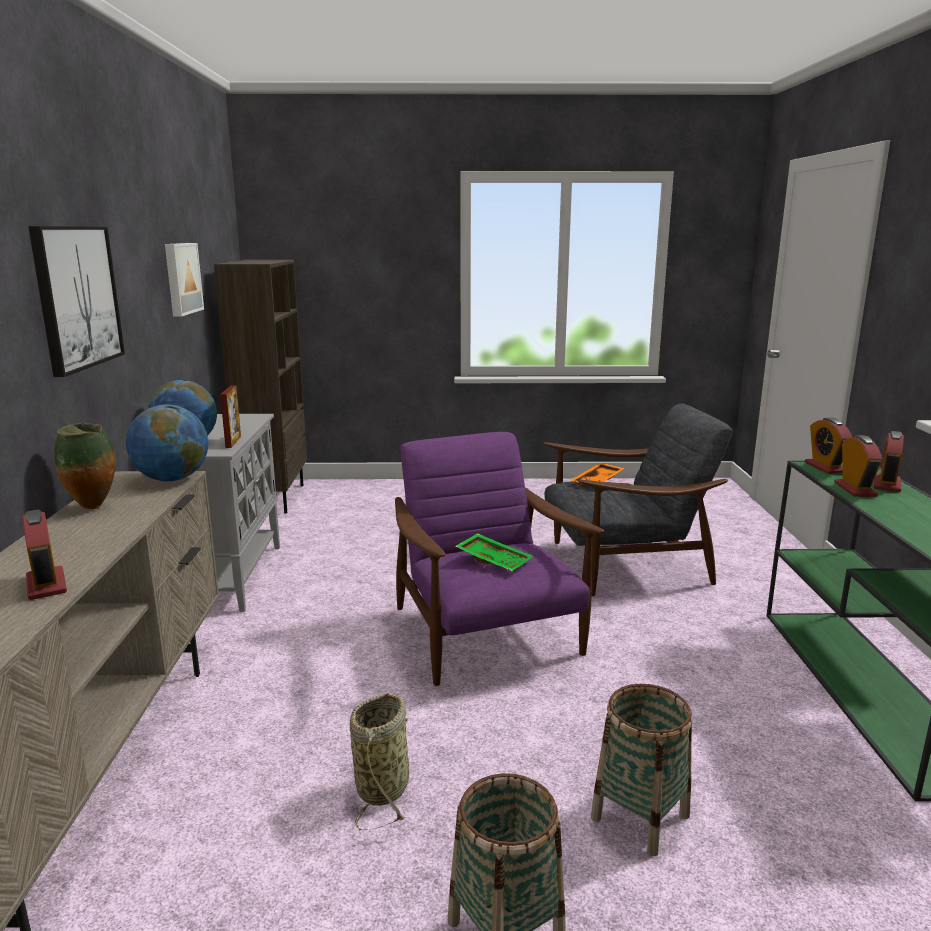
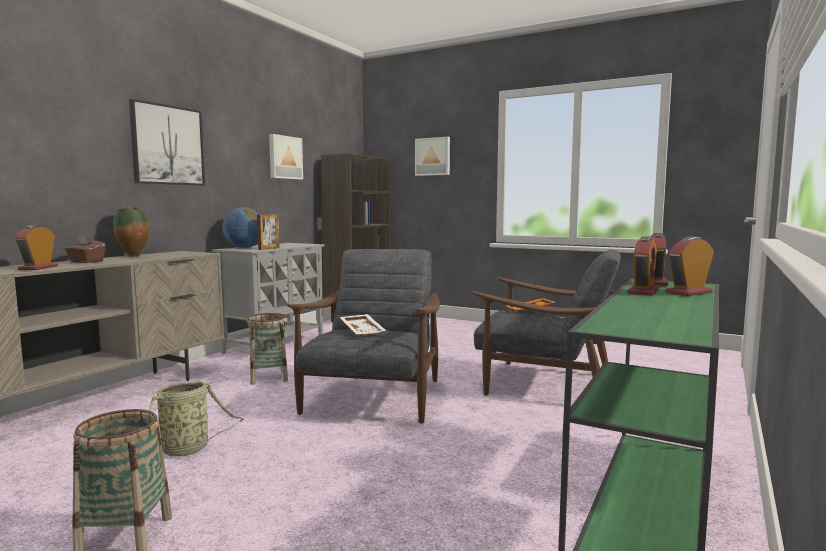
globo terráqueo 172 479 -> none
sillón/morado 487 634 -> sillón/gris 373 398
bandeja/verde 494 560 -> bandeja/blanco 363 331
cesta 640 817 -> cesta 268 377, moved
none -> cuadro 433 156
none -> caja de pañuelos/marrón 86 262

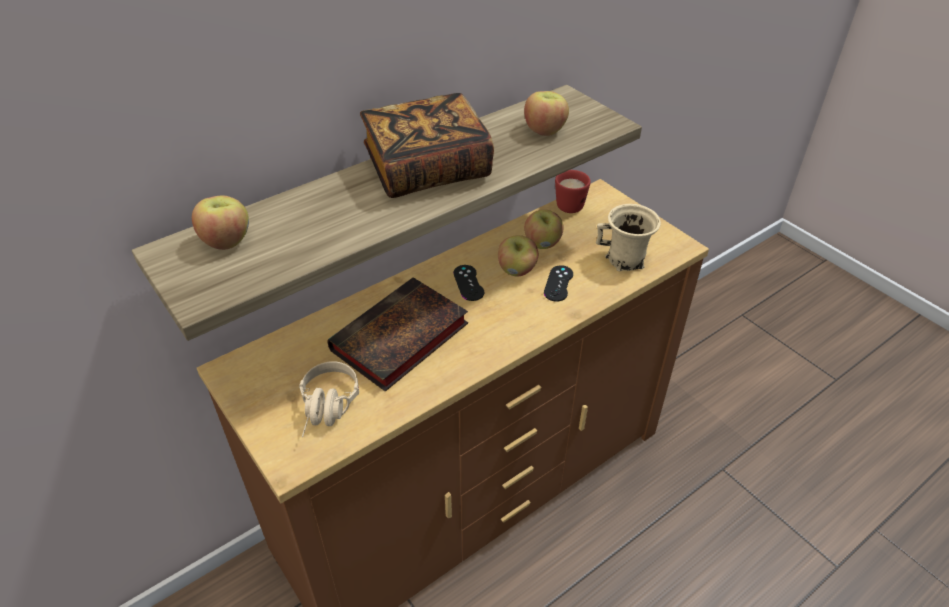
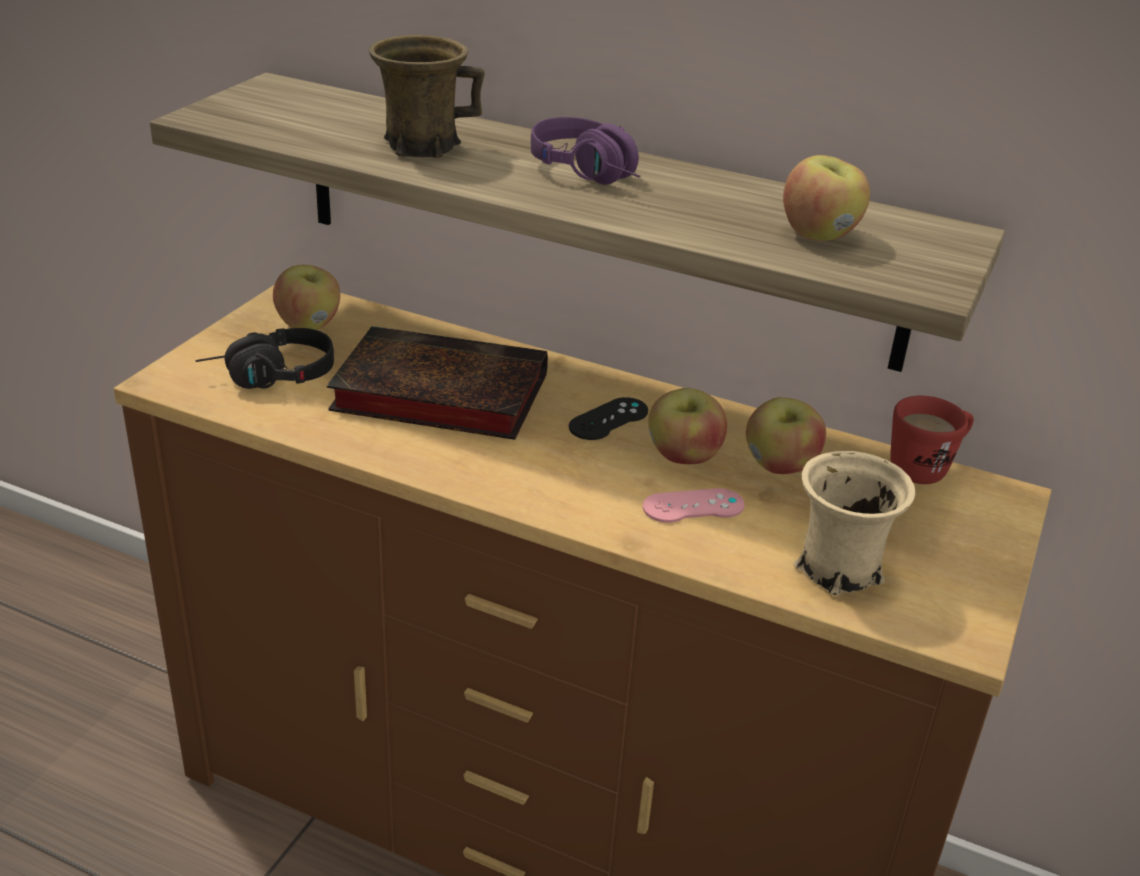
libro 427 169 -> auriculares/morado 594 174
manzana 227 241 -> manzana 309 325, moved
mando de consola/negro 558 283 -> mando de consola/rosa 693 506
auriculares/beis 328 410 -> auriculares/negro 268 379
none -> taza grande/marrón 421 145

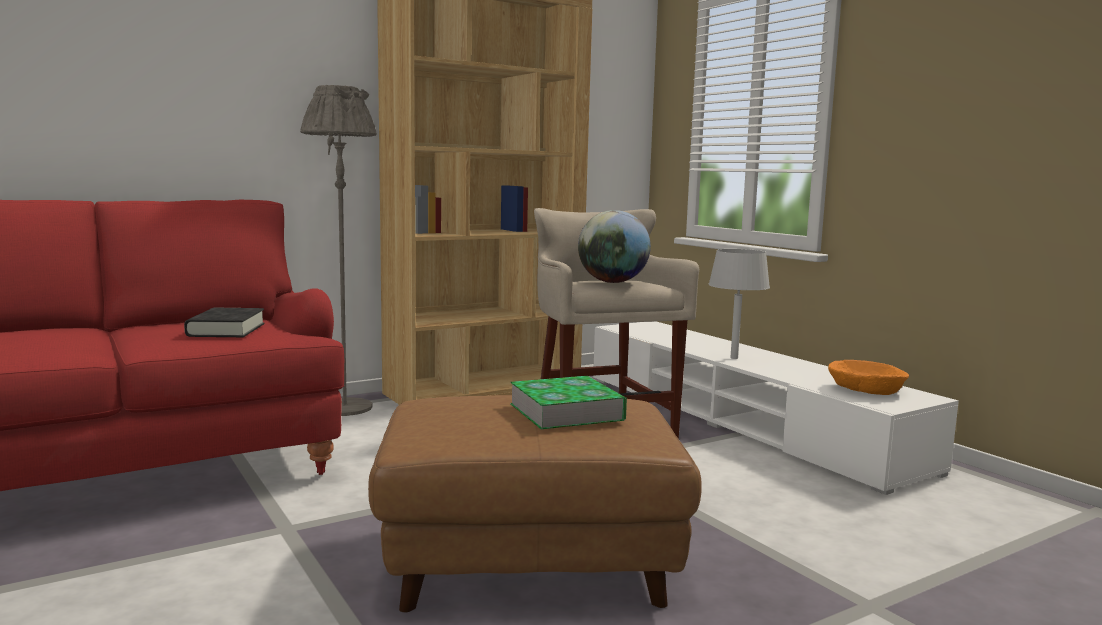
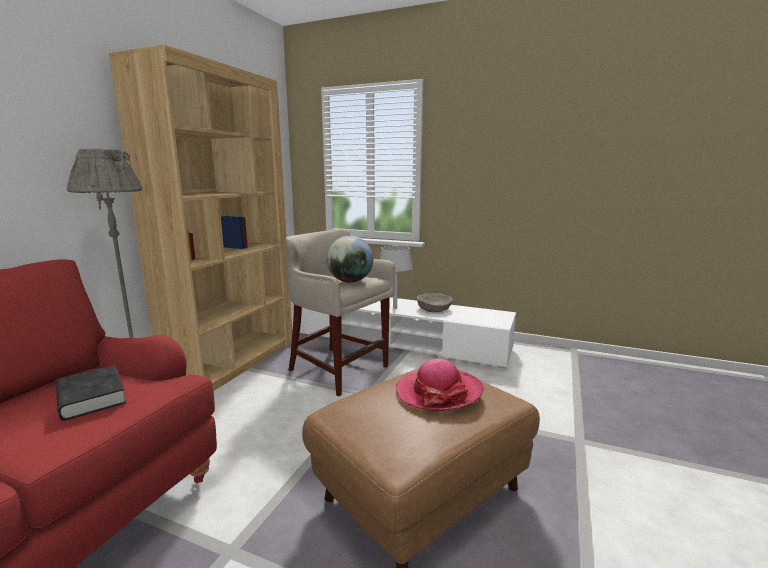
cuenco/naranja 865 390 -> none
libro 566 412 -> sombrero 439 392
none -> cuenco/beis 434 308

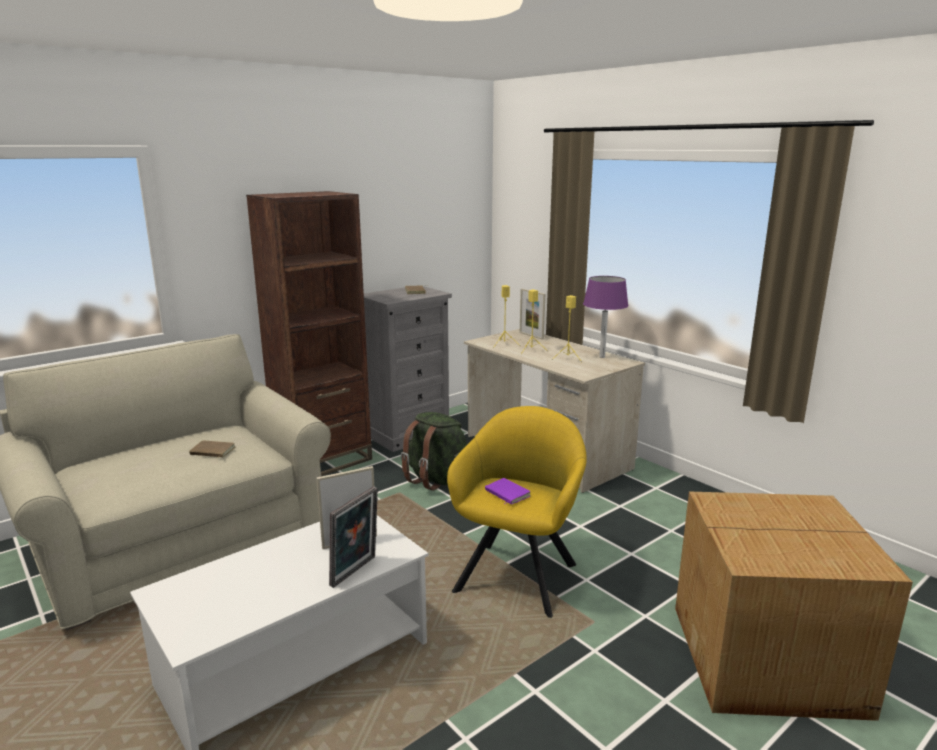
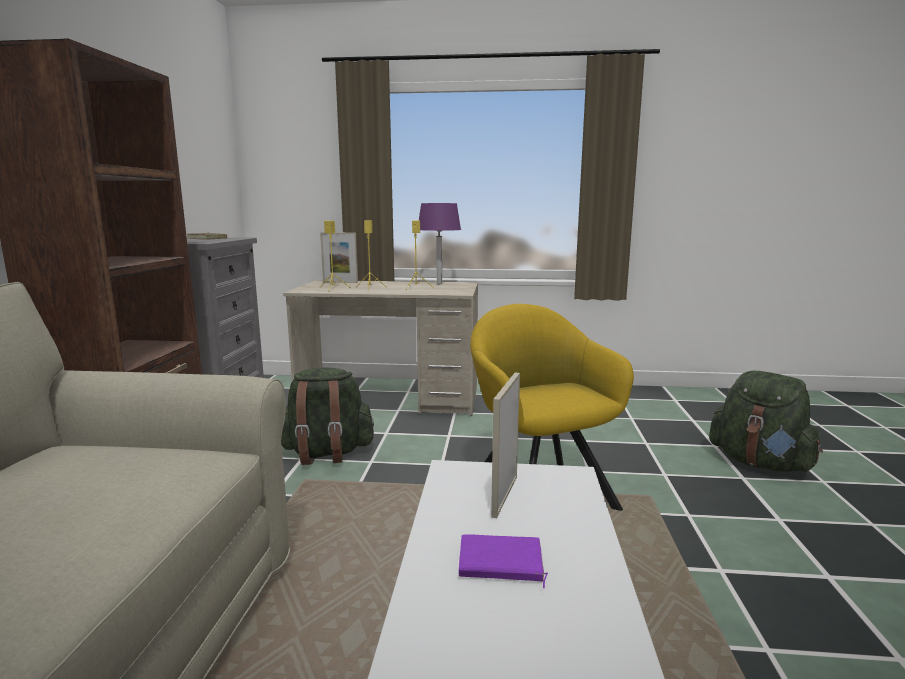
libro/marrón 212 452 -> none
libro/morado 506 494 -> libro/morado 500 564, moved
portarretratos 356 572 -> none
caja de cartón 769 660 -> mochila/verde 760 463

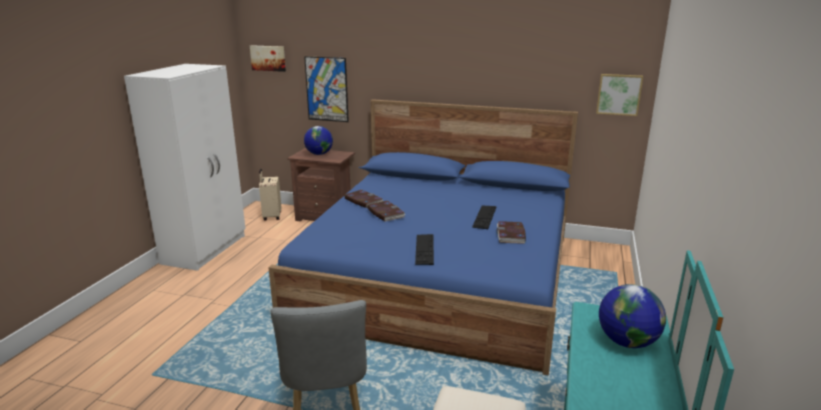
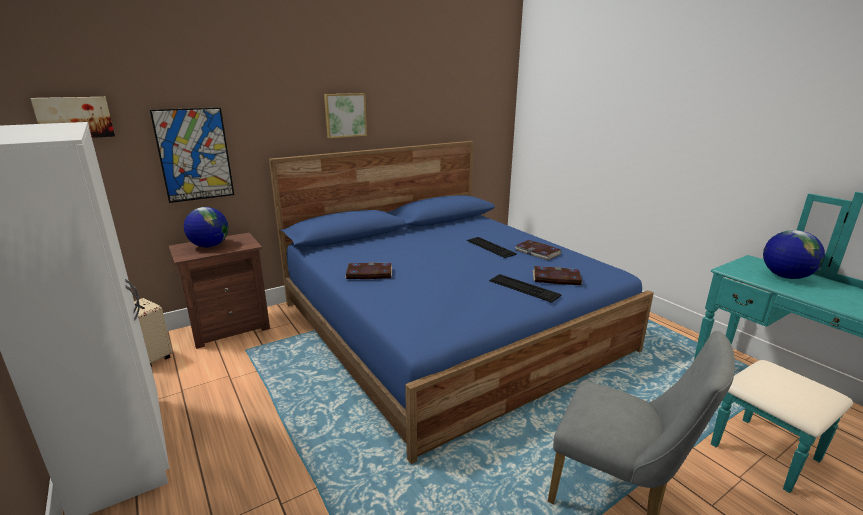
cuadro 619 94 -> cuadro 345 115, moved
libro 385 213 -> libro 556 278, moved

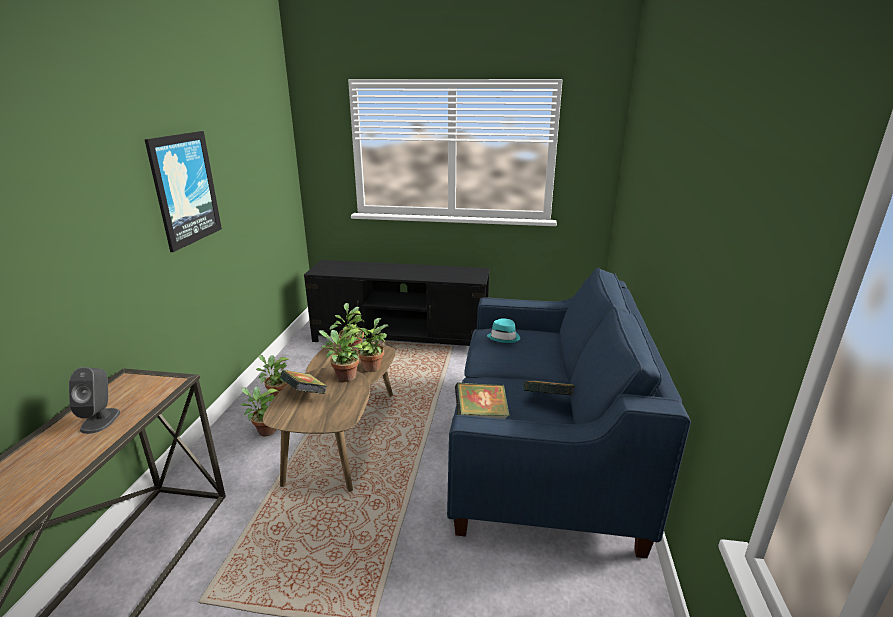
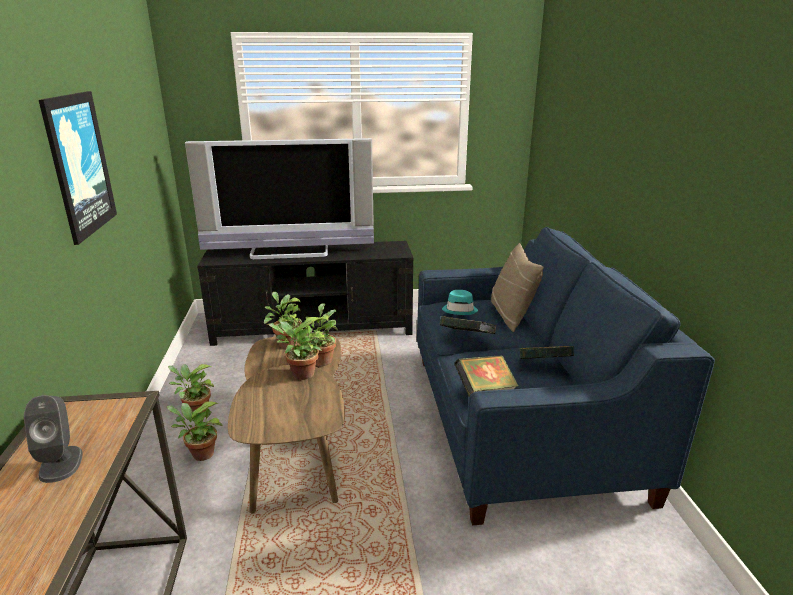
libro 305 394 -> libro 467 339, moved
none -> televisor 290 252
none -> cojín/beis 511 315

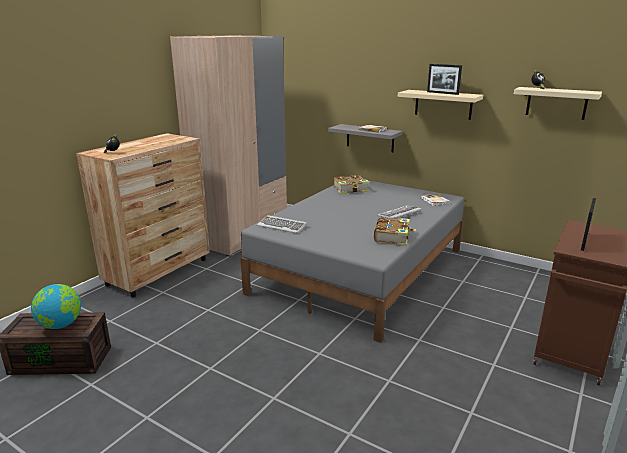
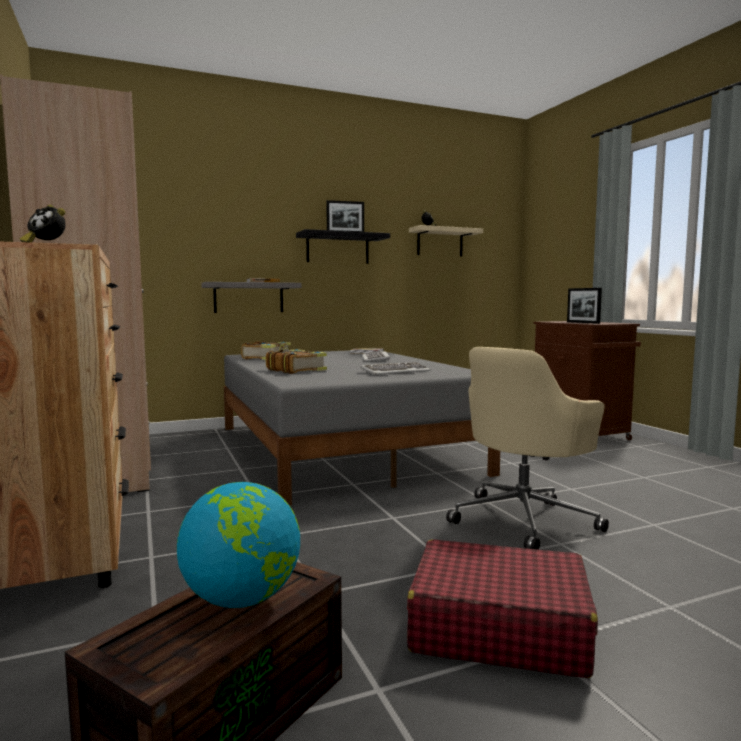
estante/beis 443 104 -> estante/negro 337 248
teclado 282 226 -> teclado 395 372, moved
libro 393 237 -> libro 296 370, moved
none -> silla de oficina/beis 524 519
none -> maleta/rojo 497 628

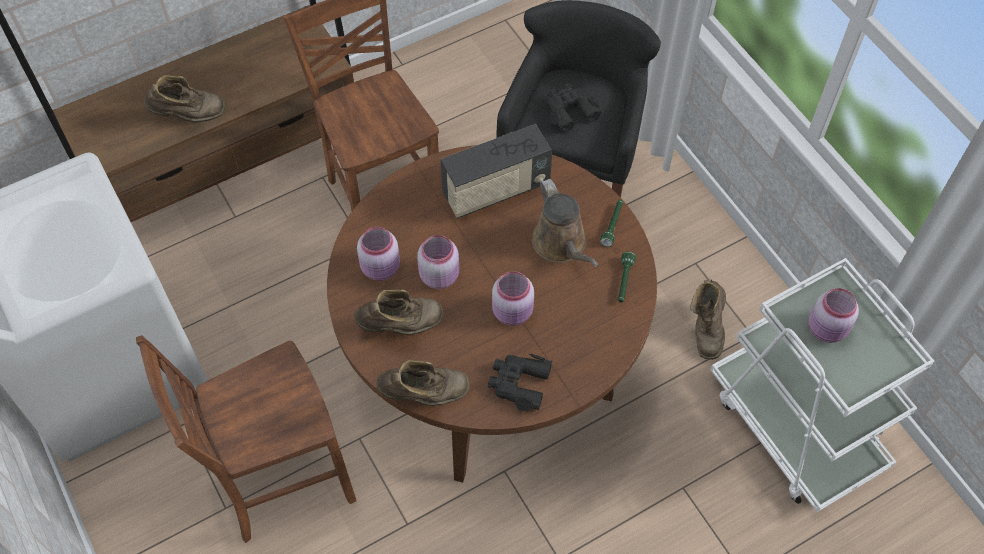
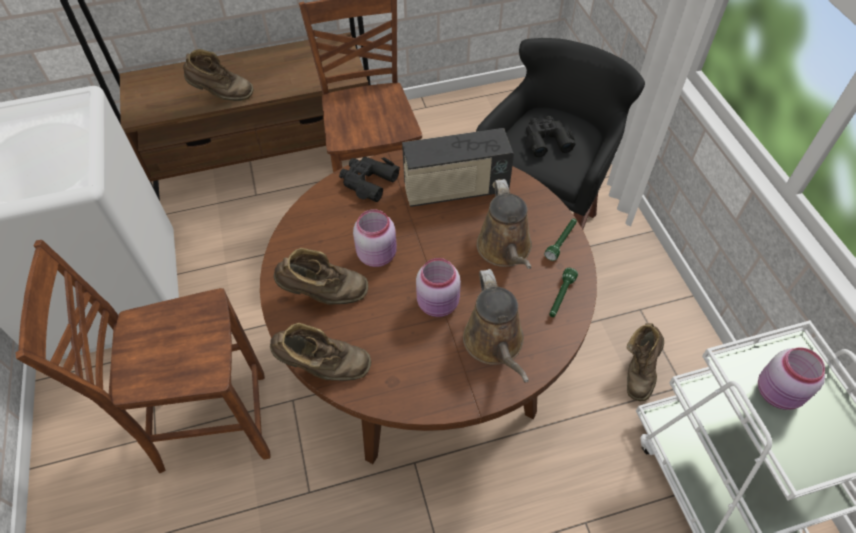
tarro/rosa 382 268 -> none
prismáticos/negro 518 383 -> prismáticos/negro 367 181, moved
none -> regadera/marrón 495 344

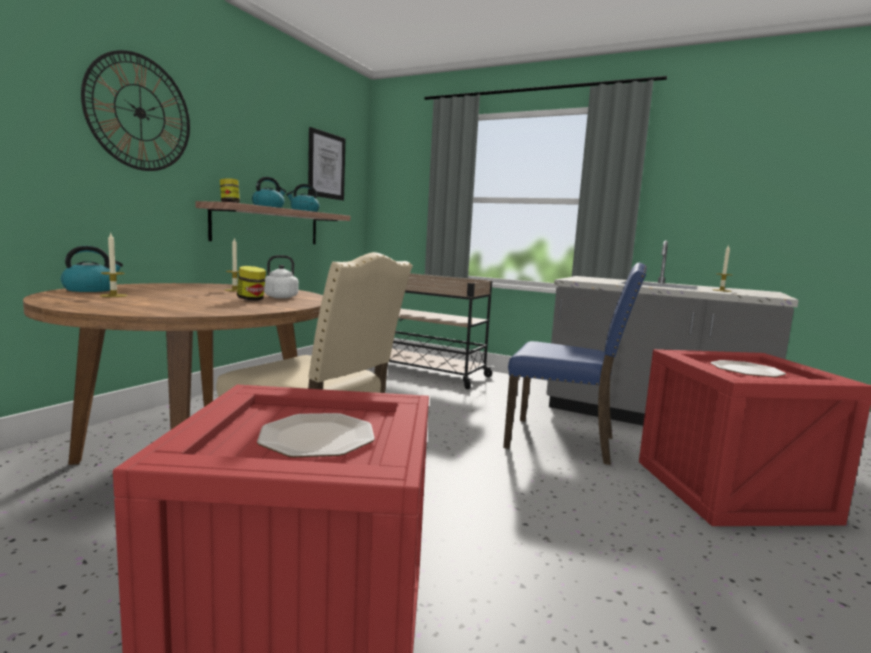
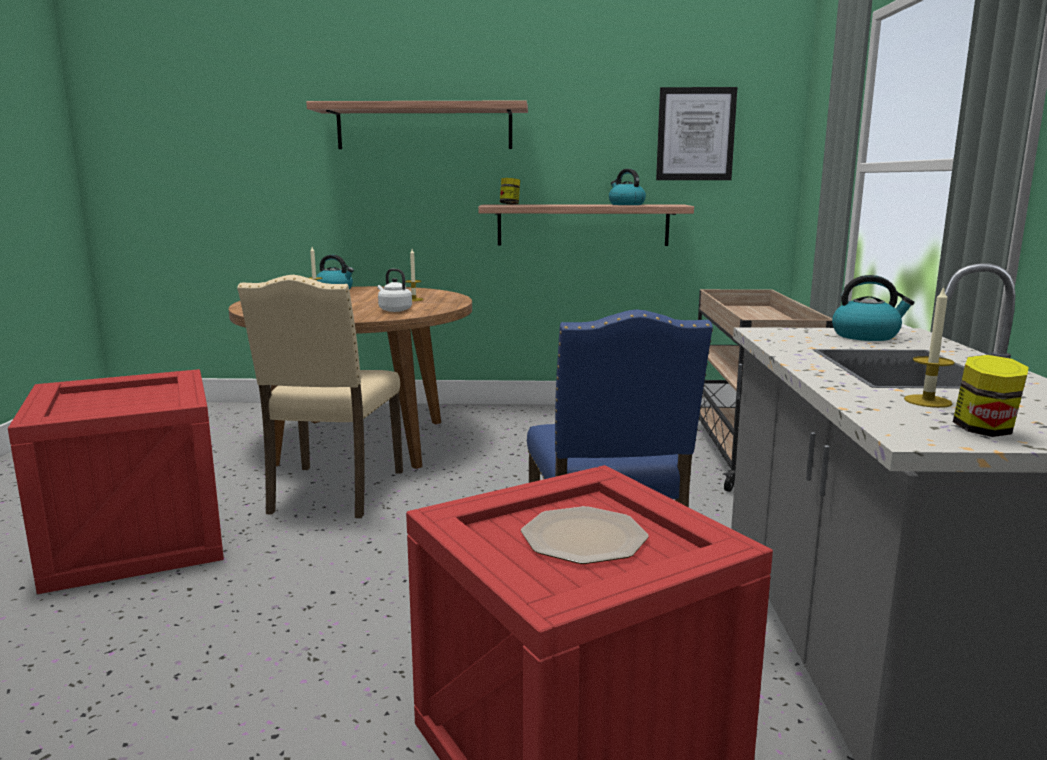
reloj de pared 140 113 -> estante 424 127
hervidor 268 207 -> hervidor 866 336, moved
tarro 251 300 -> tarro 984 430, moved
plato 316 437 -> none

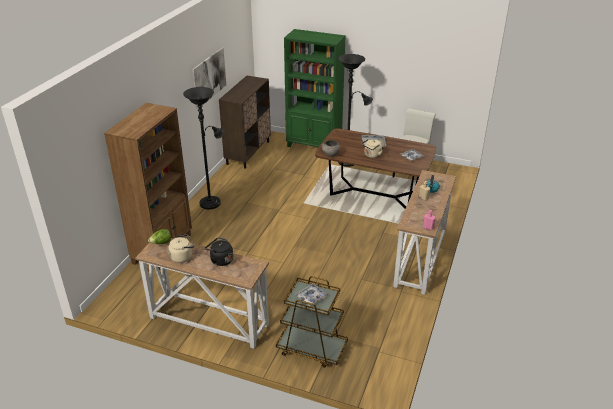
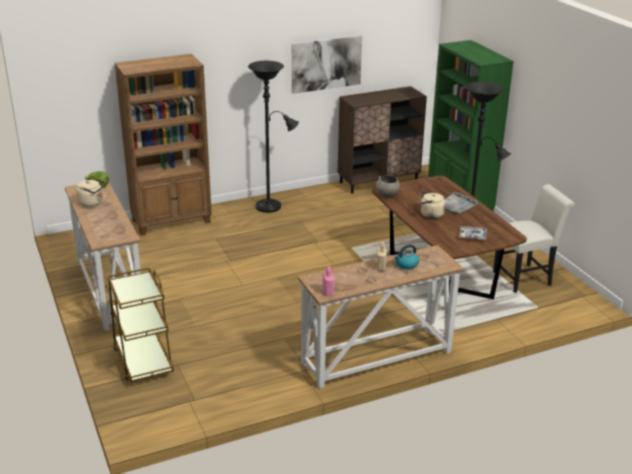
hervidor/negro 220 260 -> none
bandeja 311 297 -> none

